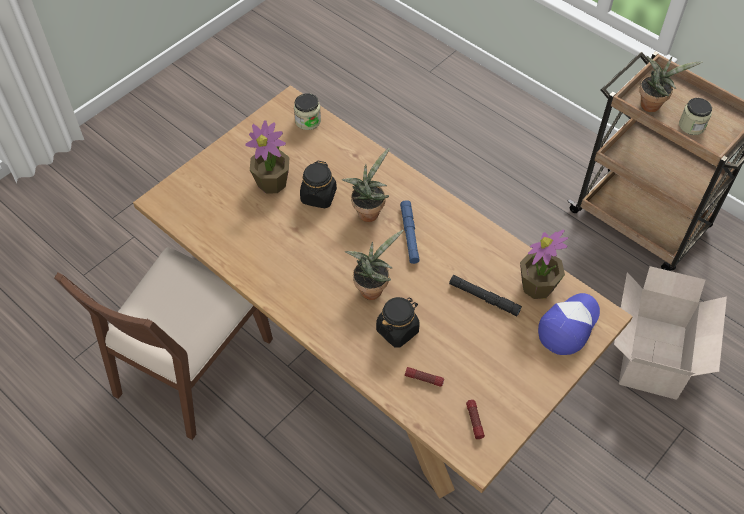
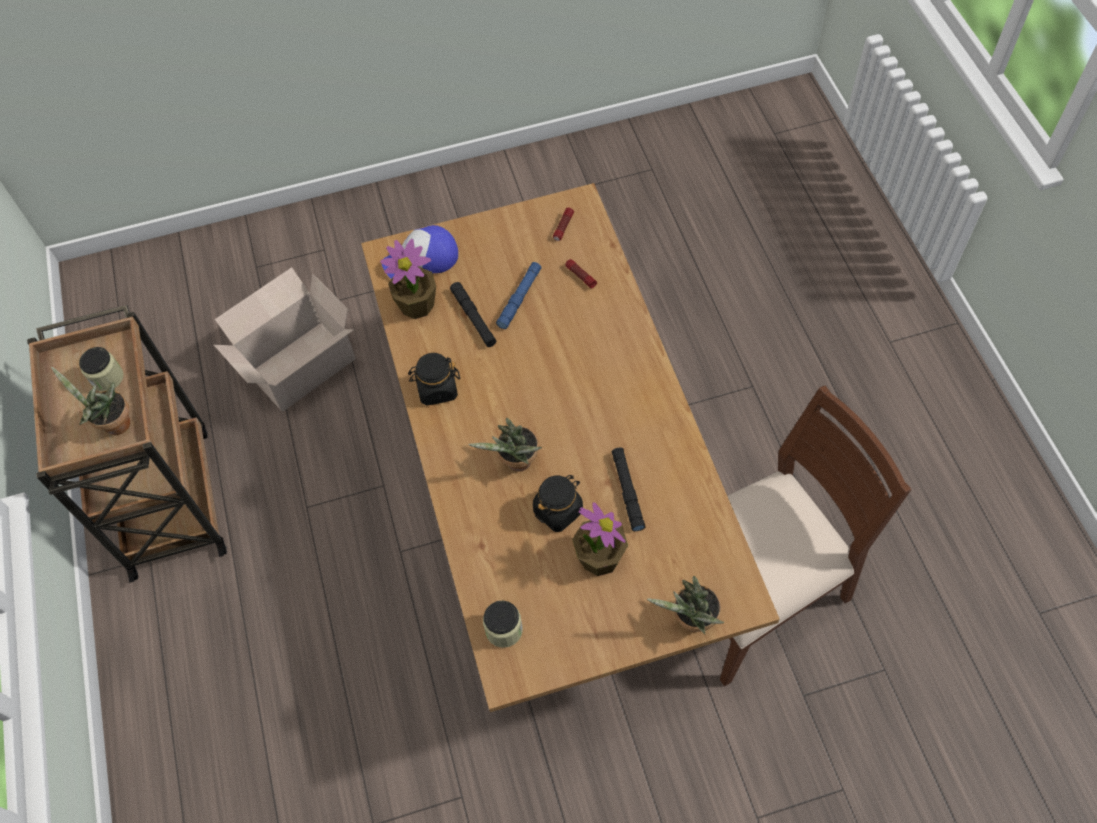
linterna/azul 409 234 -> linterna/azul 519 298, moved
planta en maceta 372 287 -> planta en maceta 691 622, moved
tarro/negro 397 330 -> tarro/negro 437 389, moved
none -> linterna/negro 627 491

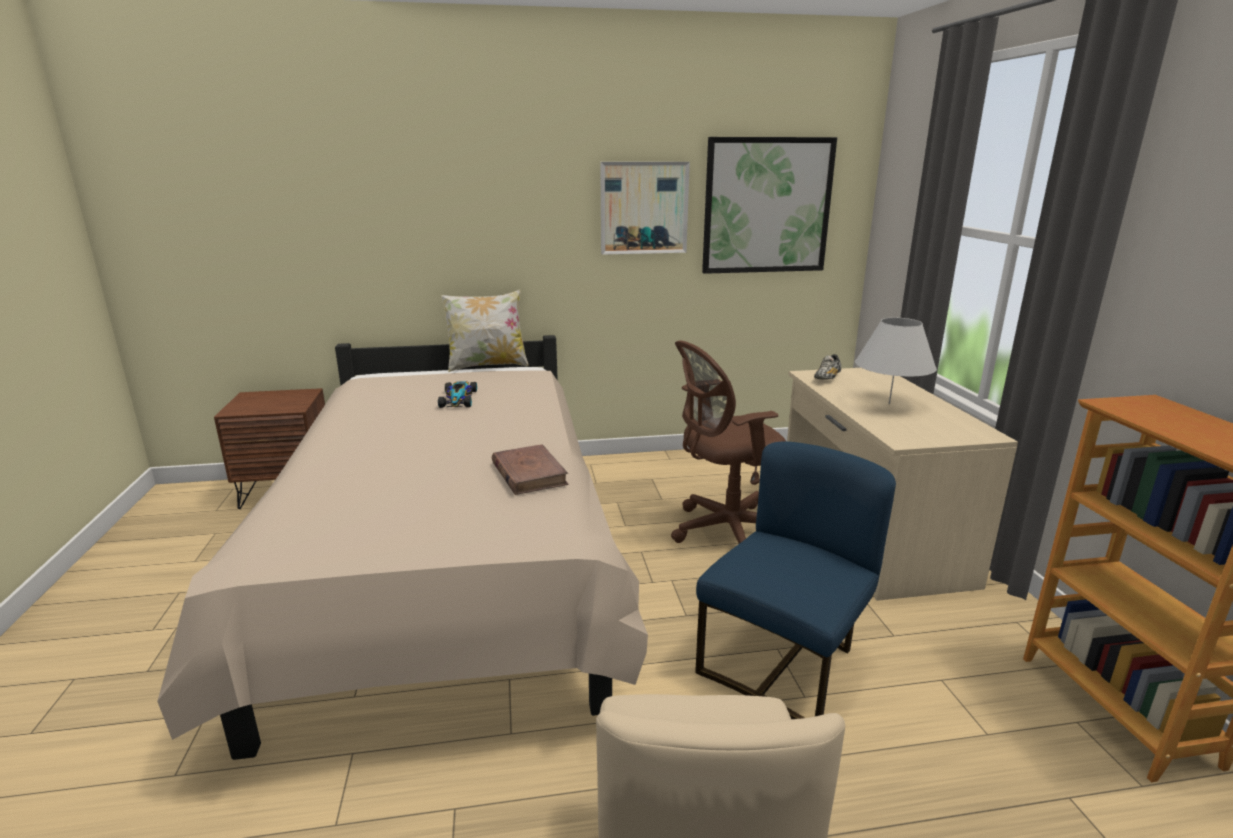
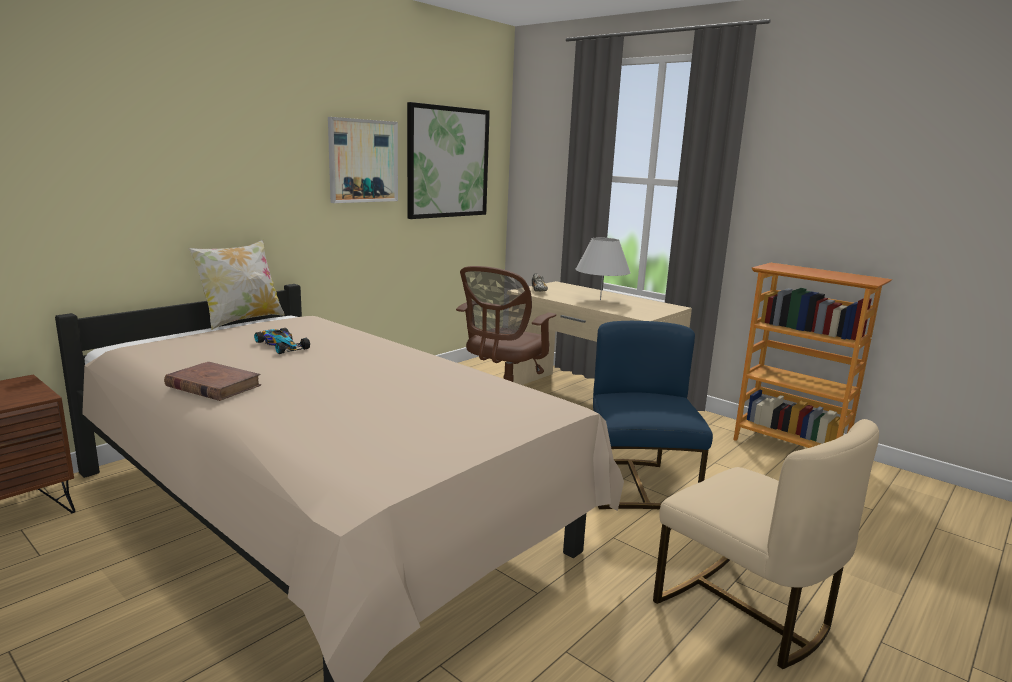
libro/marrón 529 473 -> libro/marrón 213 386, moved

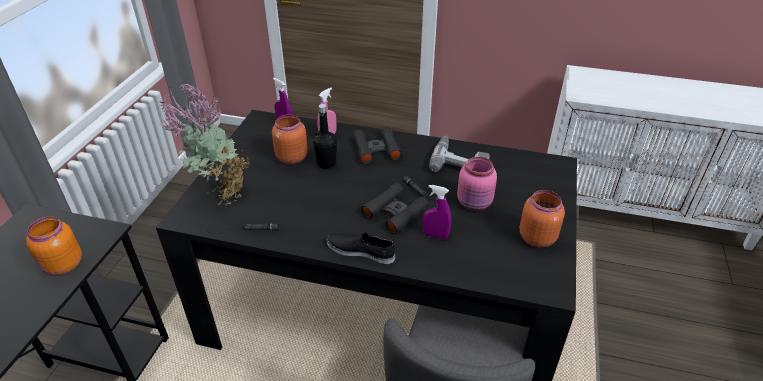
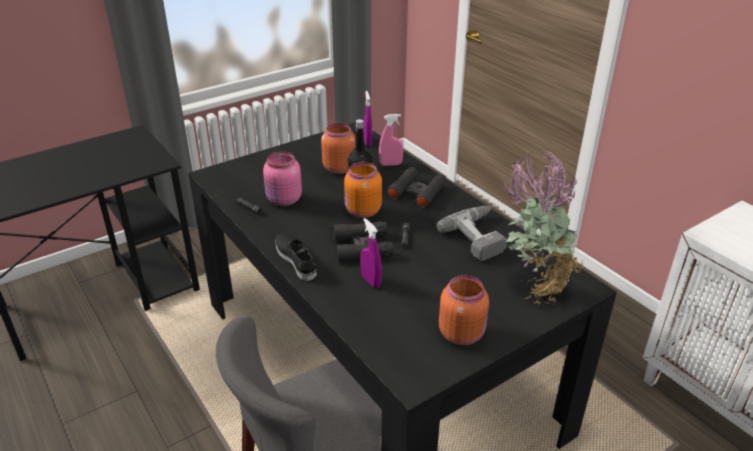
planta en maceta 219 192 -> planta en maceta 534 285, moved
tarro/rosa 475 203 -> tarro/rosa 284 200, moved
tarro/naranja 63 266 -> tarro/naranja 362 211, moved

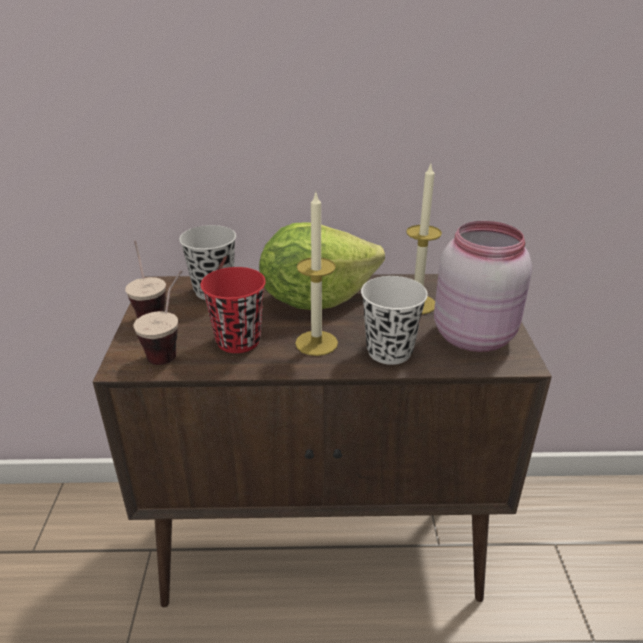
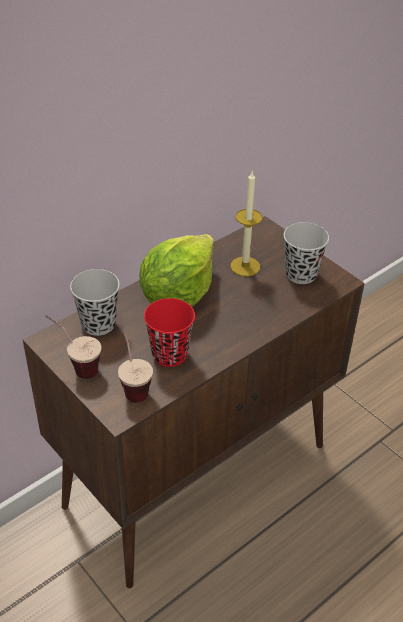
vela 316 343 -> none
tarro/rosa 474 335 -> taza/negro 301 274
taza/blanco 389 351 -> none

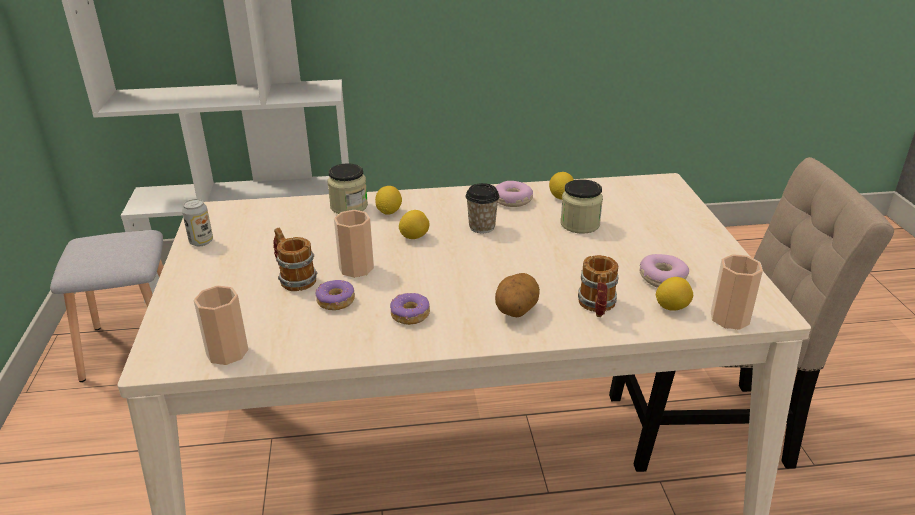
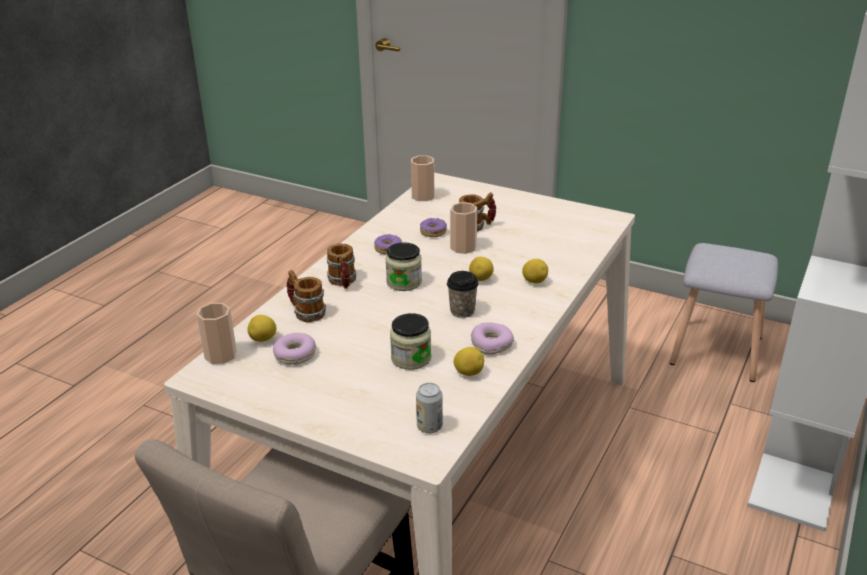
tarro 349 206 -> tarro 404 282, moved
lata 201 242 -> lata 429 427, moved
patata 516 311 -> taza grande 343 282

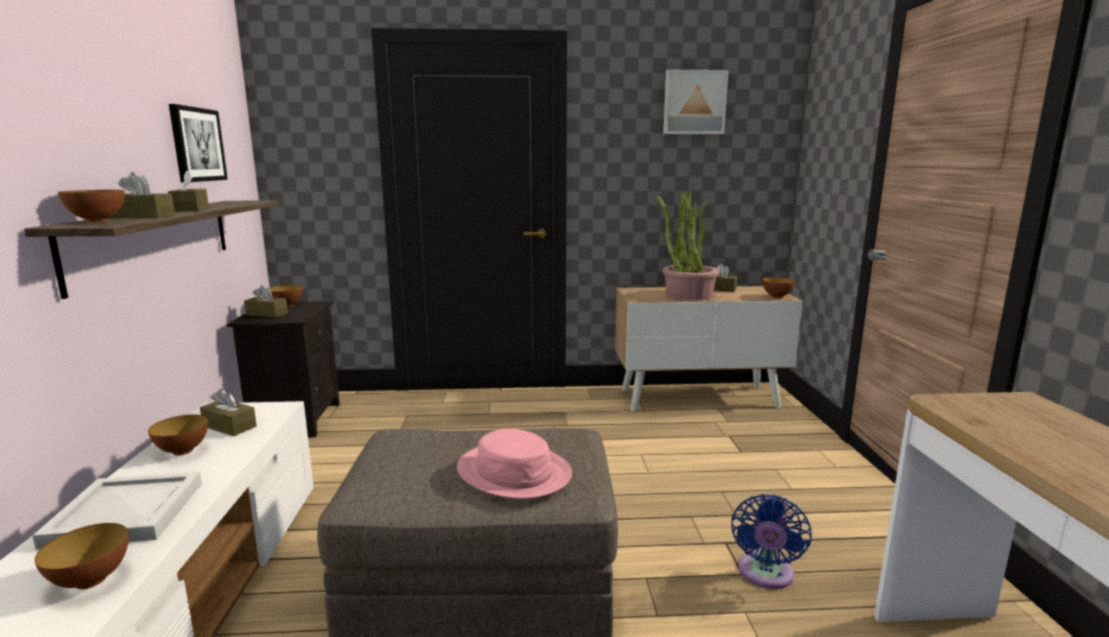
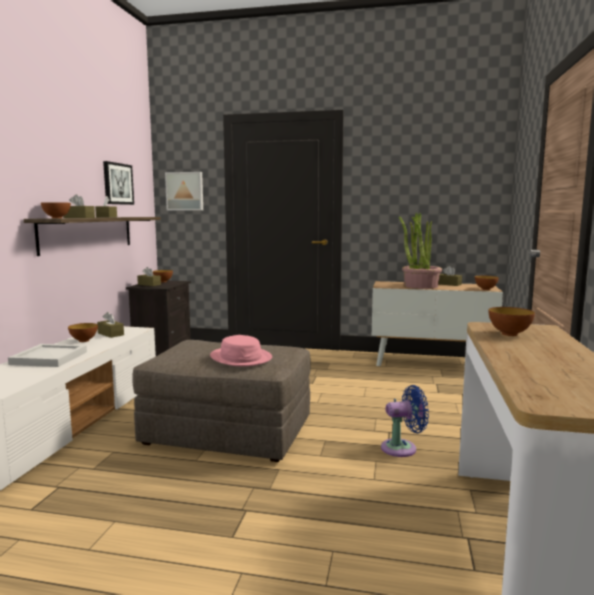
cuadro 694 102 -> cuadro 185 191, moved
ventilador/azul 765 575 -> ventilador/azul 402 448, 135 degrees counterclockwise
cuenco 91 580 -> cuenco 509 334, moved

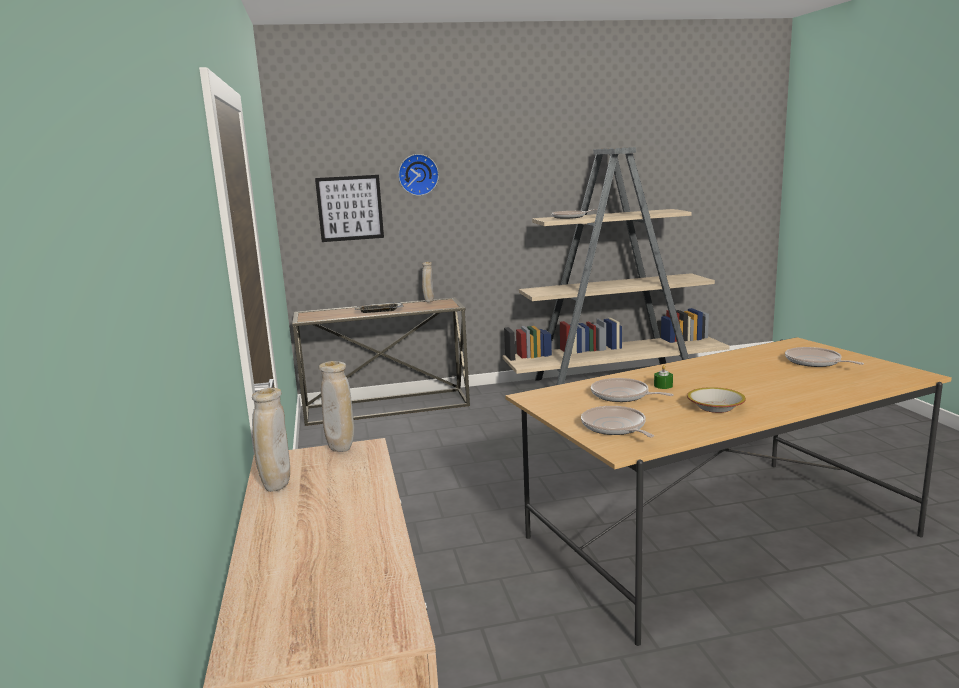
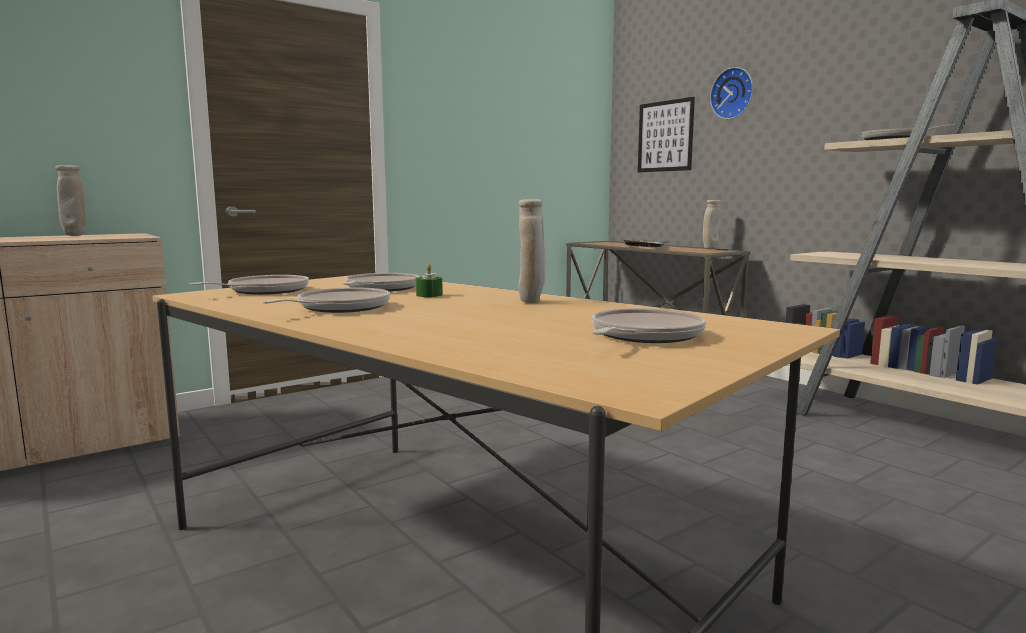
florero/beis 341 449 -> florero/beis 531 302, moved
cuenco 715 407 -> sartén 339 308

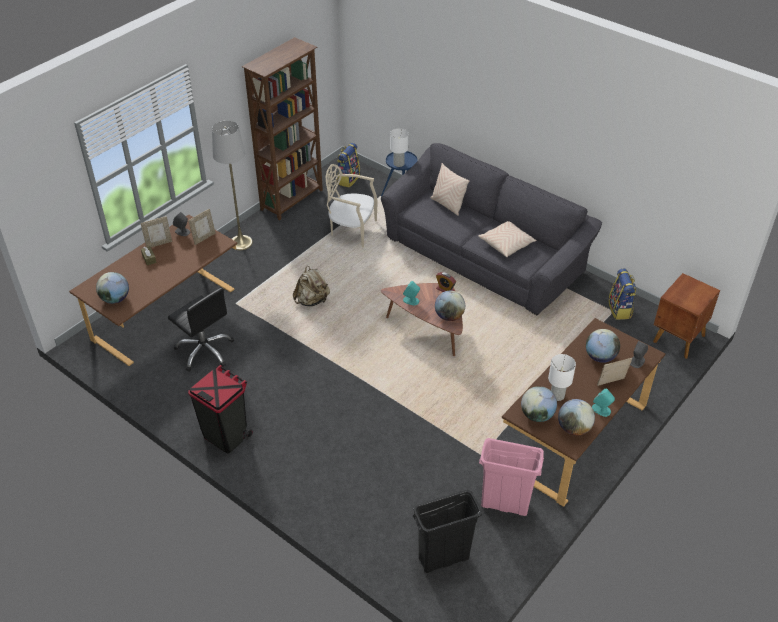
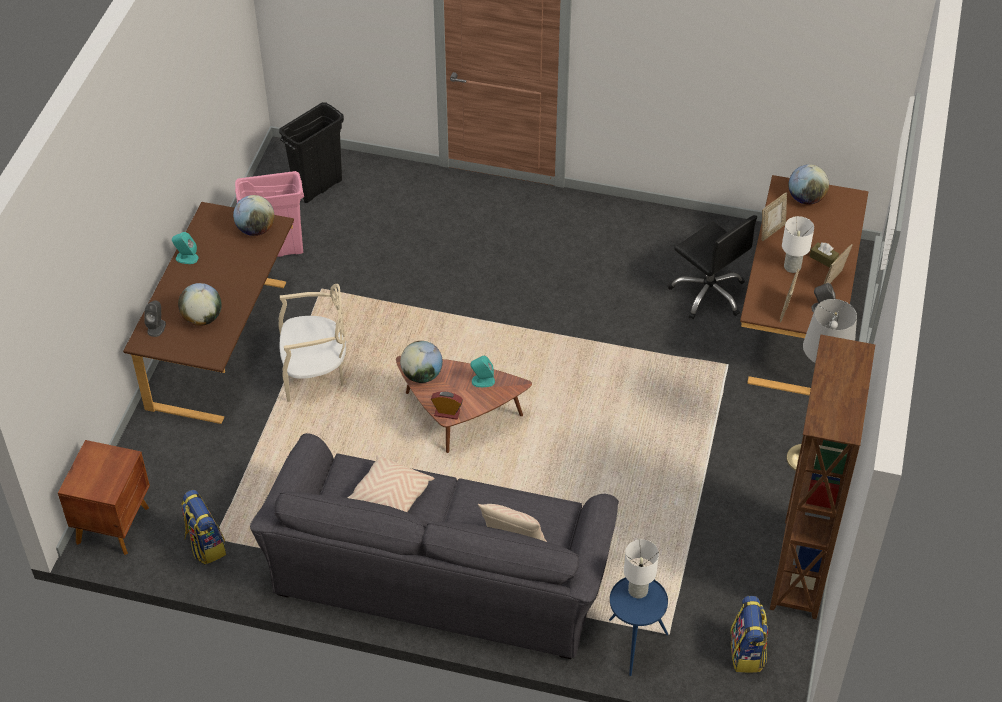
silla/beis 352 230 -> silla/beis 315 373, moved
mochila/beis 312 301 -> none
silla de oficina/negro 205 351 -> silla de oficina/negro 708 293, 150 degrees counterclockwise
lámpara de mesa/blanco 557 395 -> lámpara de mesa/blanco 792 266, moved
portarretratos 611 383 -> portarretratos 771 231, moved
papelera/negro 226 435 -> none
globo terráqueo 574 428 -> none

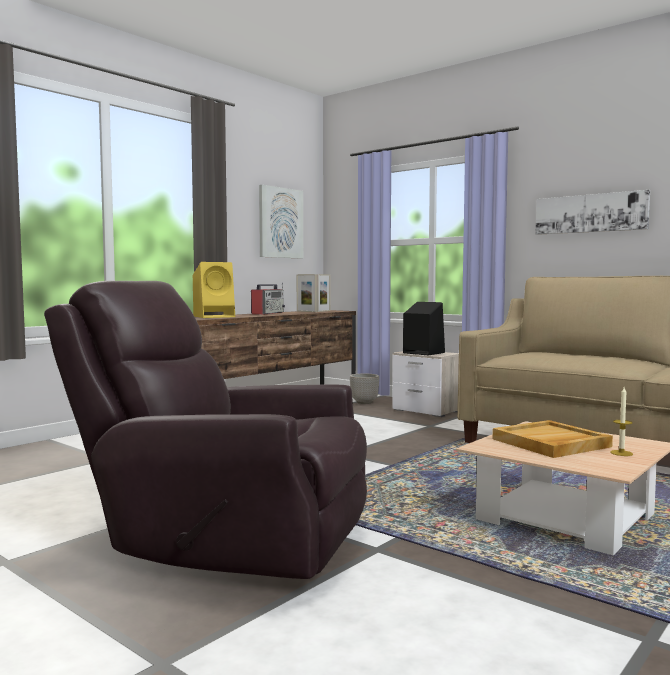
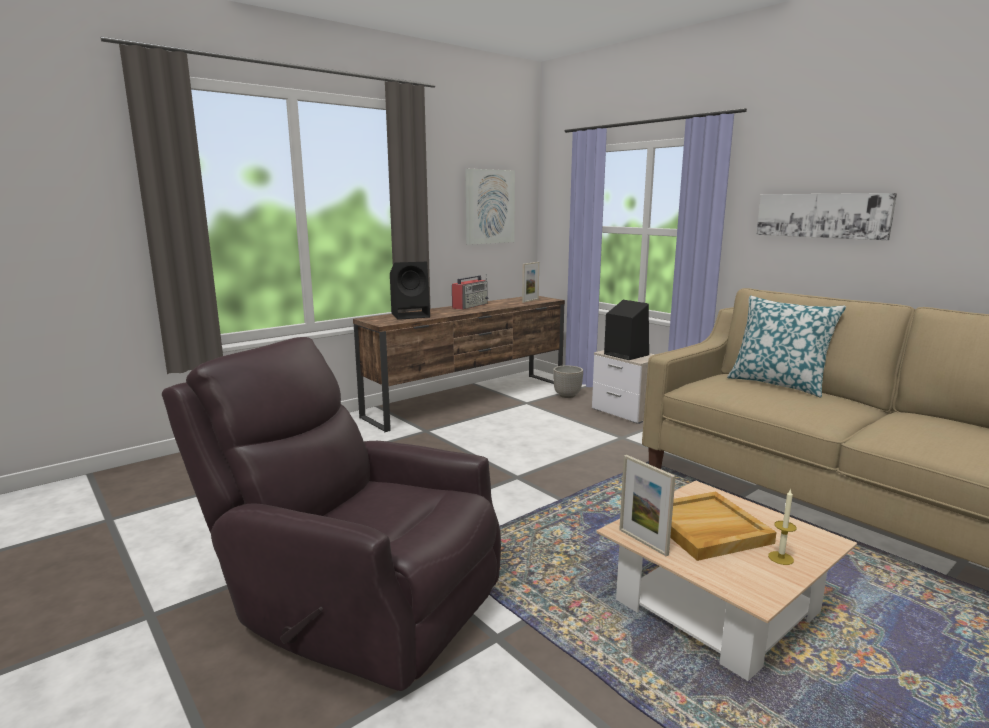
altavoz/amarillo 215 316 -> altavoz/negro 411 315
portarretratos 306 311 -> portarretratos 643 542, moved
none -> cojín 778 384

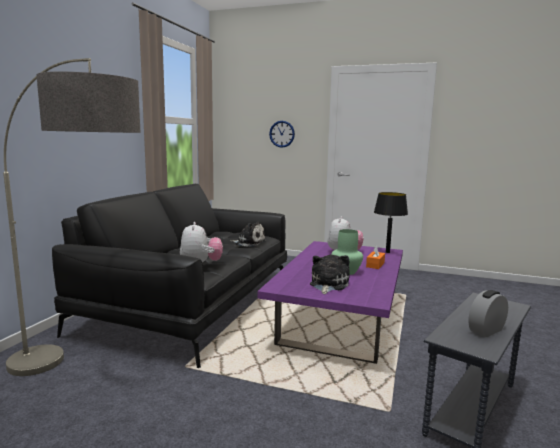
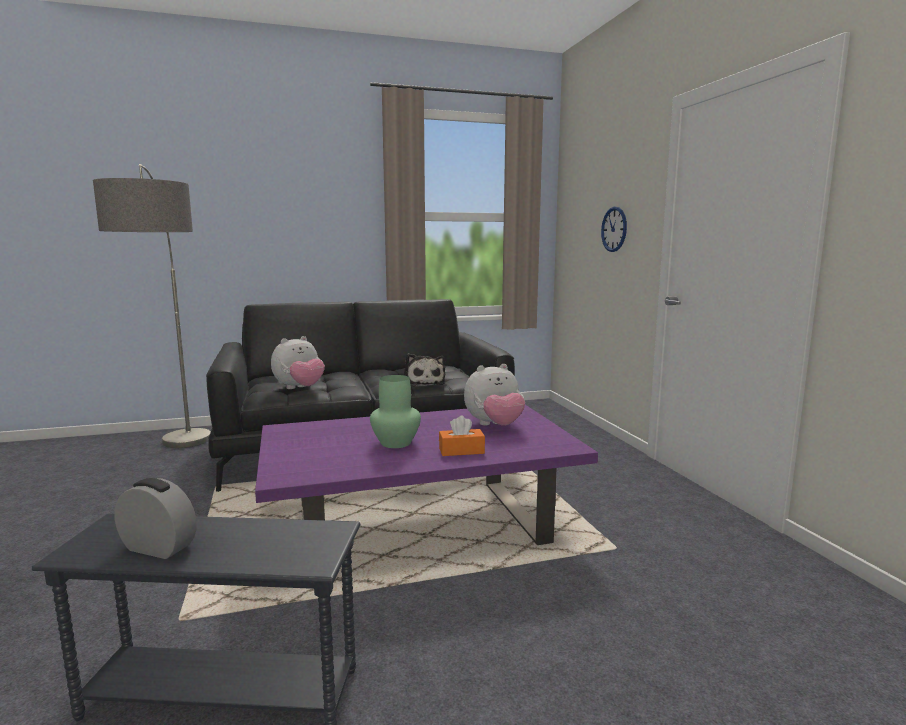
lámpara de mesa/negro 387 252 -> none
peluche 328 284 -> none

